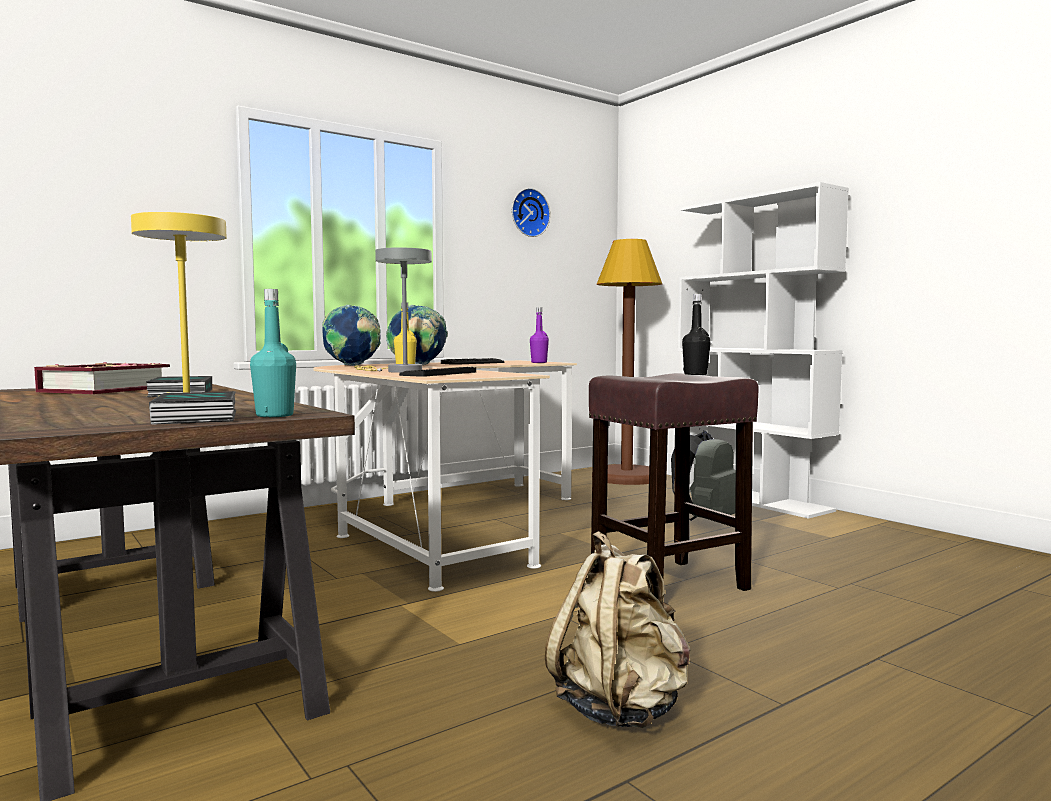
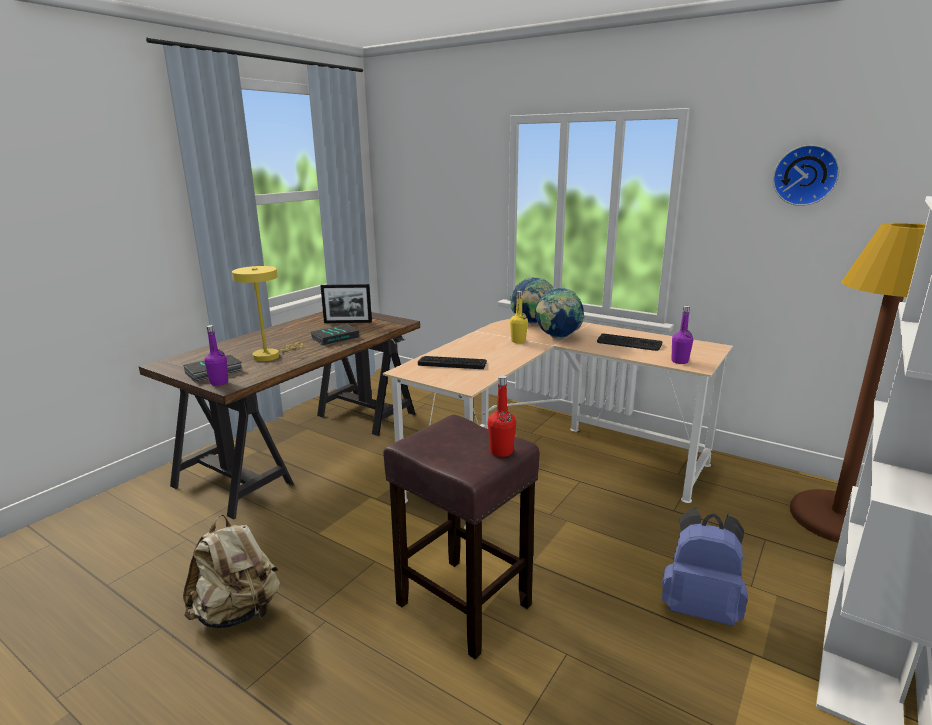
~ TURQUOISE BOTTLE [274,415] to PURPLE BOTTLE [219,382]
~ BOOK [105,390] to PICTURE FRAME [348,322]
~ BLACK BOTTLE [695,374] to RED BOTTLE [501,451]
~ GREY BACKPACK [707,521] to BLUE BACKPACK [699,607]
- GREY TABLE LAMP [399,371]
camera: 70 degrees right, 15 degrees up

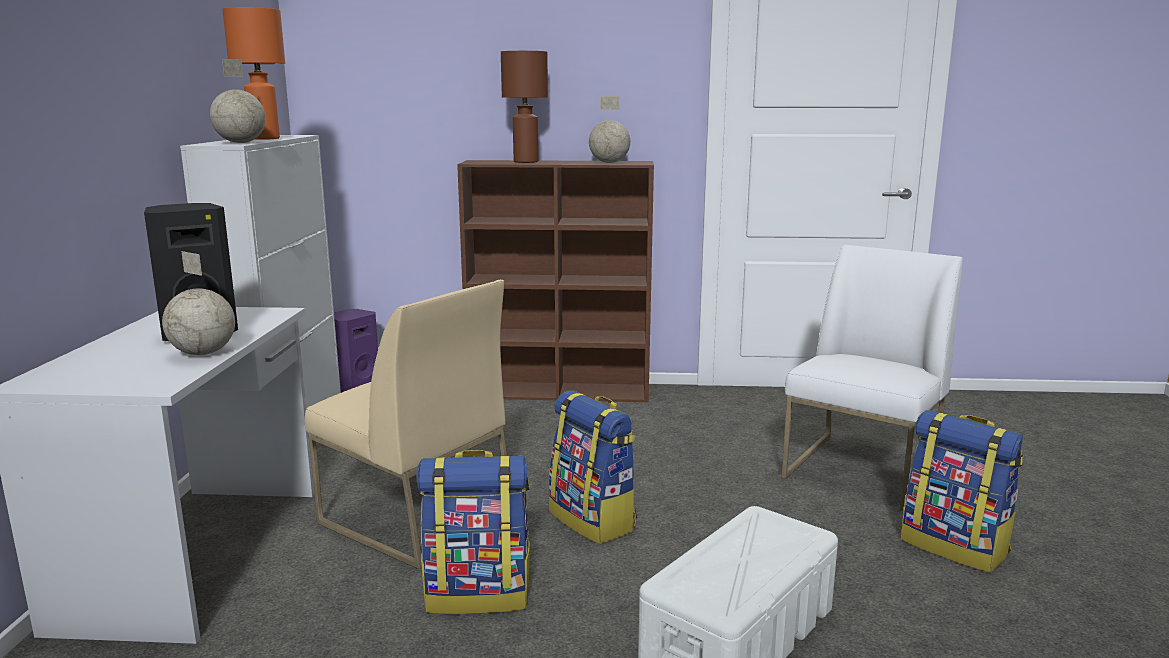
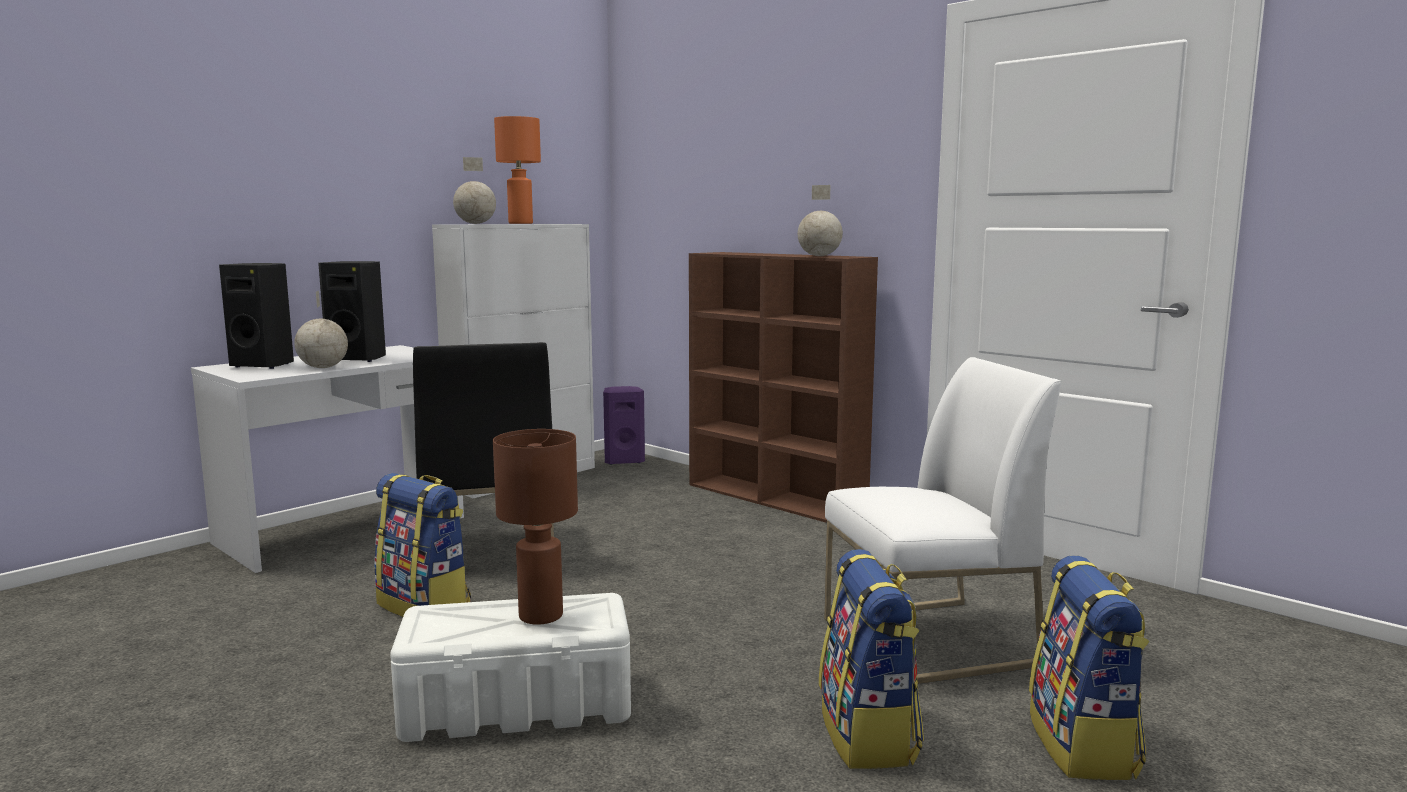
+ BLACK SPEAKER [264,365]
~ BEIGE CHAIR [414,517] to BLACK CHAIR [488,549]
~ BROWN TABLE LAMP [525,162] to [539,616]
~ BACKPACK [594,520] to [1084,746]
camera: 40 degrees right, 5 degrees down

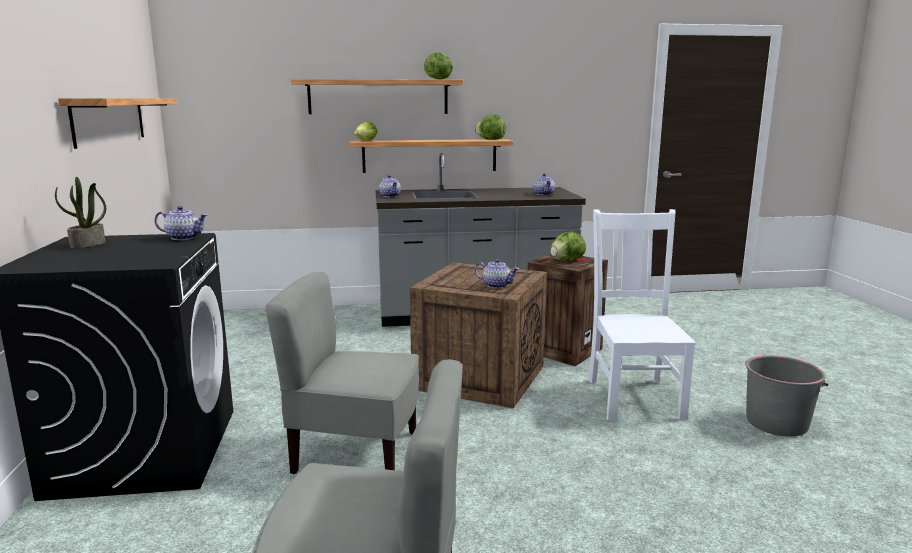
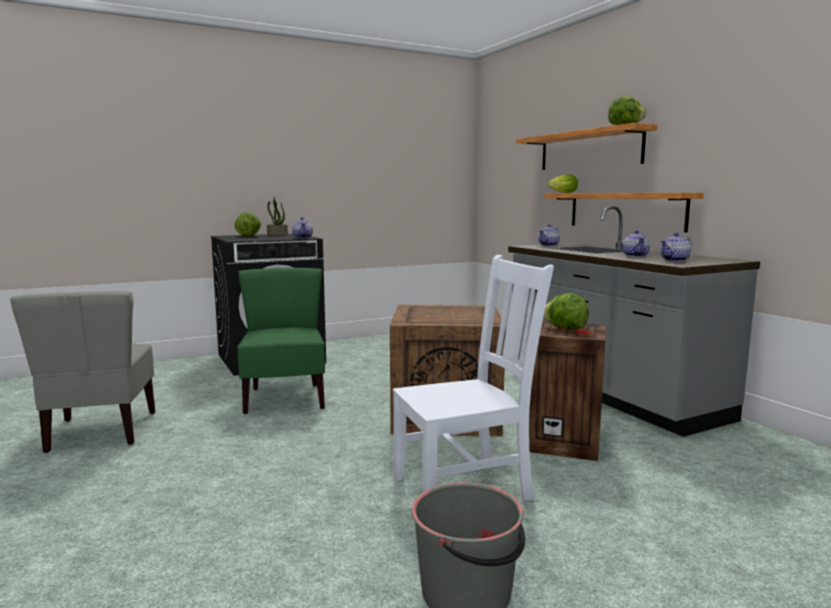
~ LETTUCE [490,139] to [248,236]
~ GREY CHAIR [355,454] to GREEN CHAIR [285,398]
~ TEAPOT [496,285] to [635,256]
- SHELF [109,120]
camera: 70 degrees right, 5 degrees down

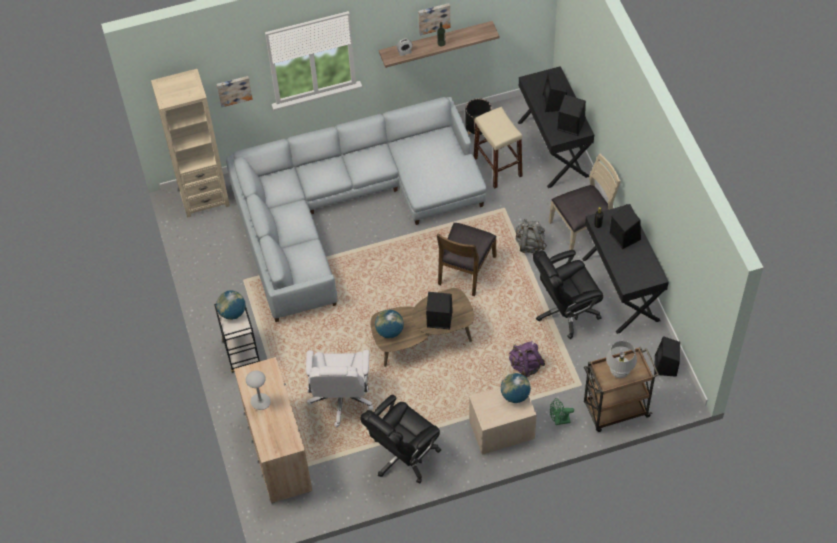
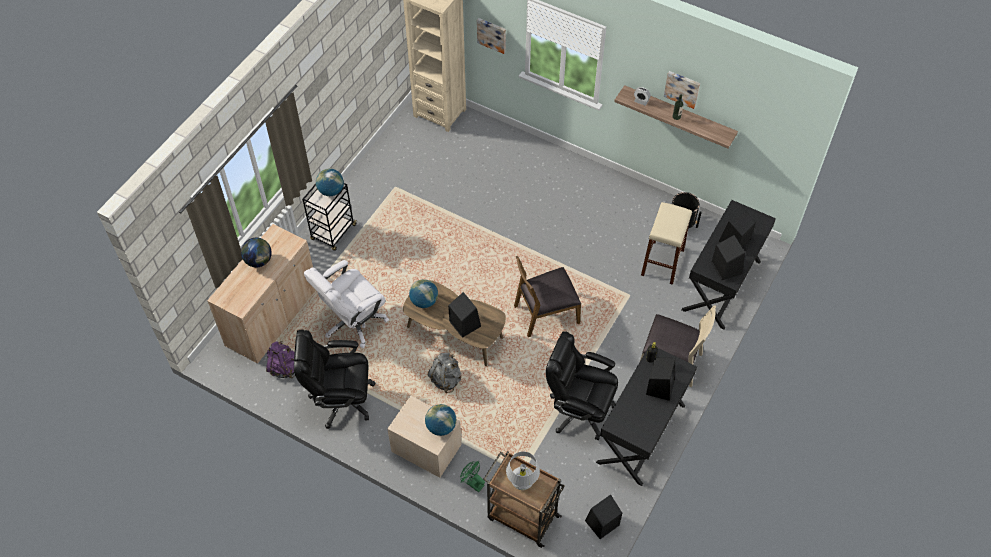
~ GREY TABLE LAMP [260,402] to GLOBE [259,261]
~ PURPLE BACKPACK [525,366] to [284,367]
~ GREY BACKPACK [529,244] to [446,379]
- GREY SOFA [348,207]
camera: 45 degrees right, 0 degrees up

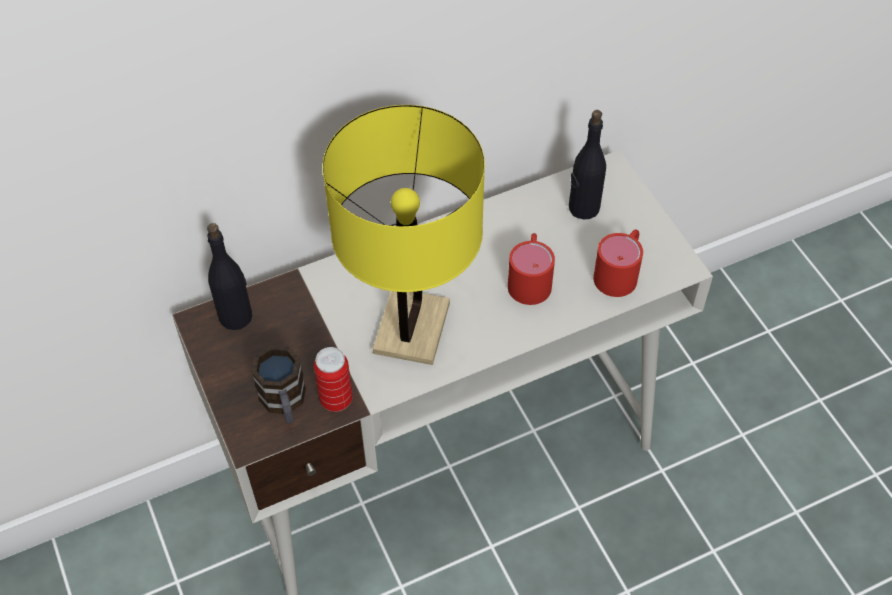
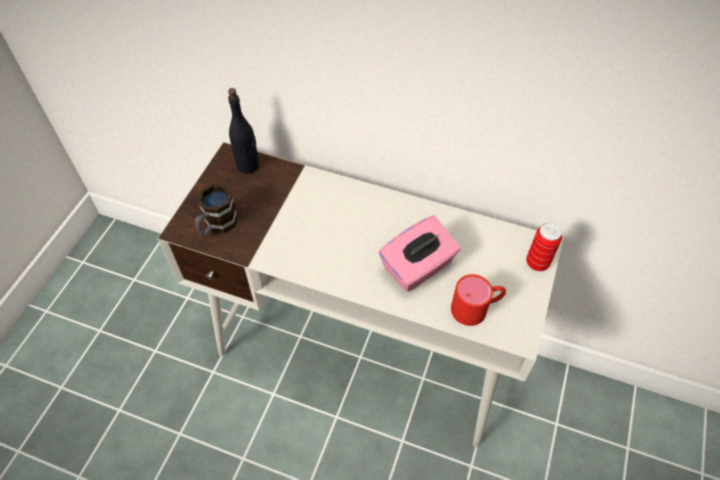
~ RED MUG [530,278] to PINK TISSUE BOX [418,267]
~ CAN [336,399] to [537,263]
- YELLOW TABLE LAMP [411,327]
- BLACK BOTTLE [583,208]
camera: 45 degrees right, 0 degrees up

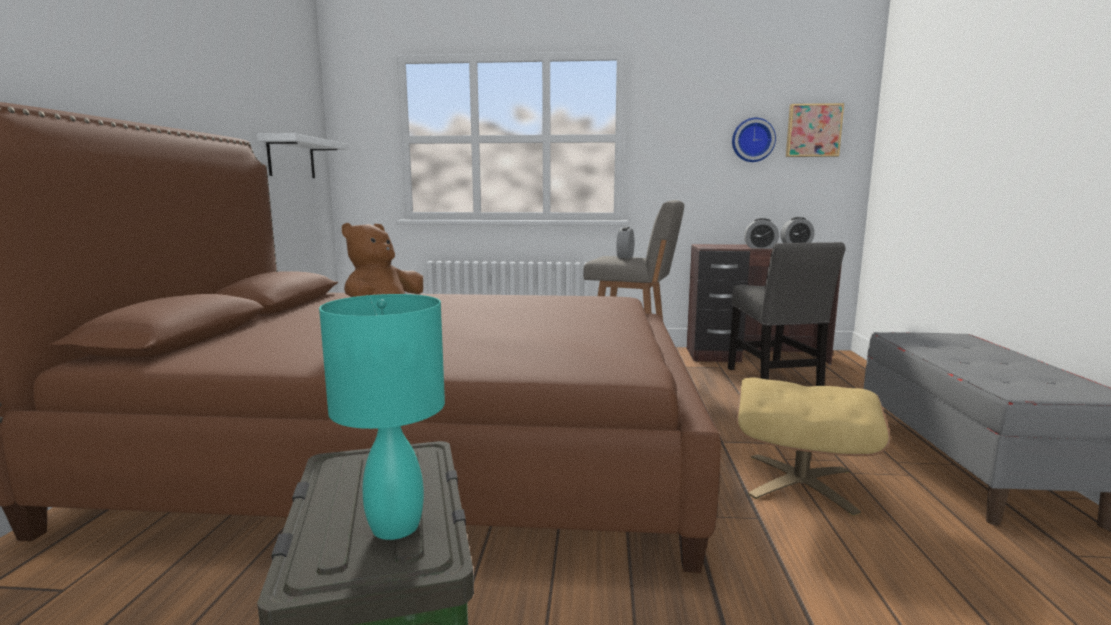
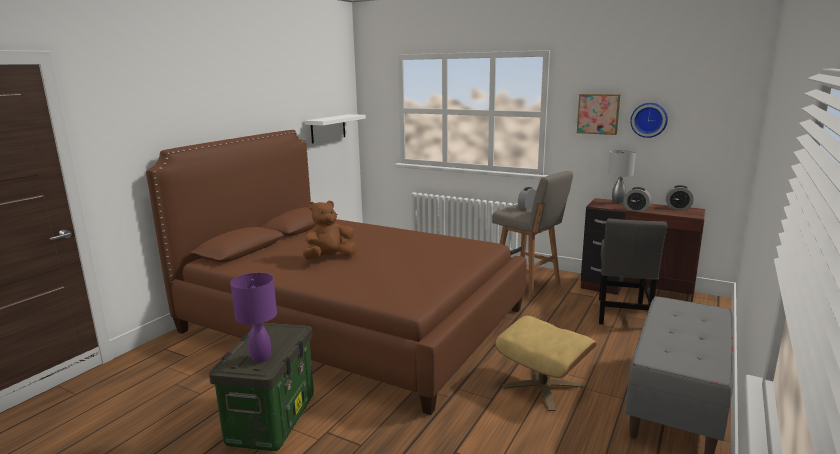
~ TURQUOISE TABLE LAMP [394,527] to PURPLE TABLE LAMP [260,358]
~ PICTURE [813,130] to [598,113]
+ GREY TABLE LAMP [617,202]
camera: 25 degrees right, 5 degrees up

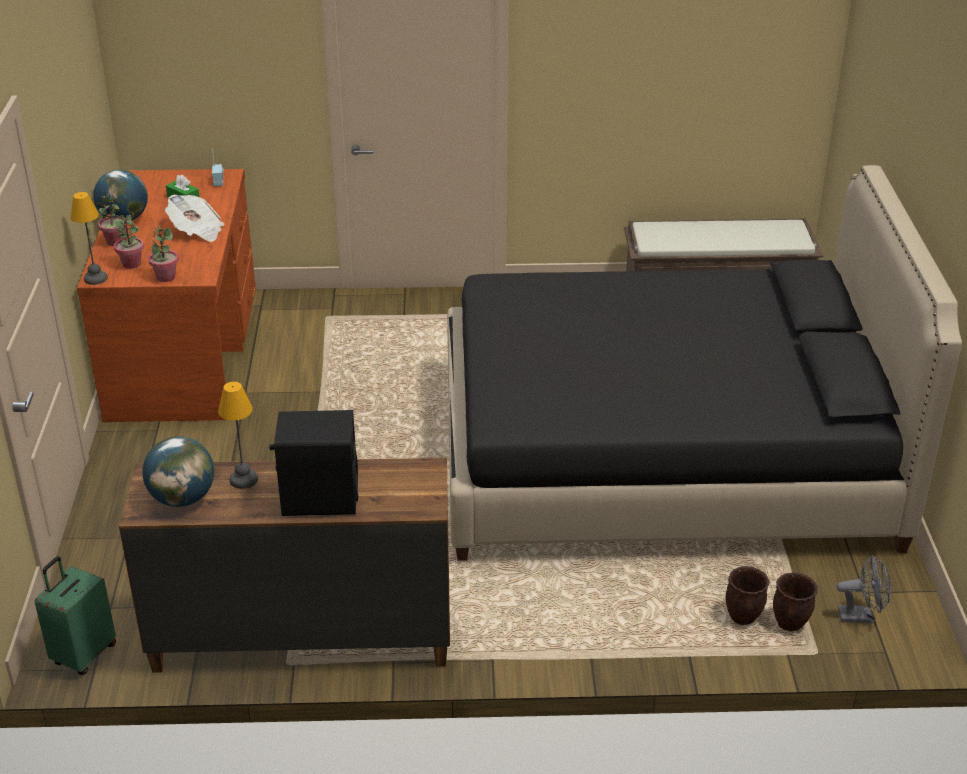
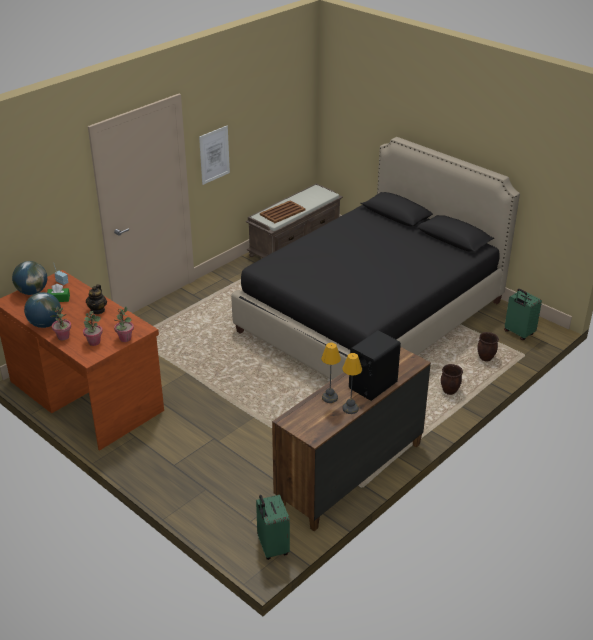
~ GLOBE [182,498] to [32,292]
~ NEWSPAPER [197,231] to TEAPOT [98,310]
+ PICTURE [214,155]
+ BROWN TRAY [282,212]
~ TABLE LAMP [96,278] to [350,408]
~ BROWN PLANTER [790,624] to [450,391]
~ GREY FAN [861,616] to GREEN SUITCASE [518,333]
camera: 45 degrees left, 0 degrees up

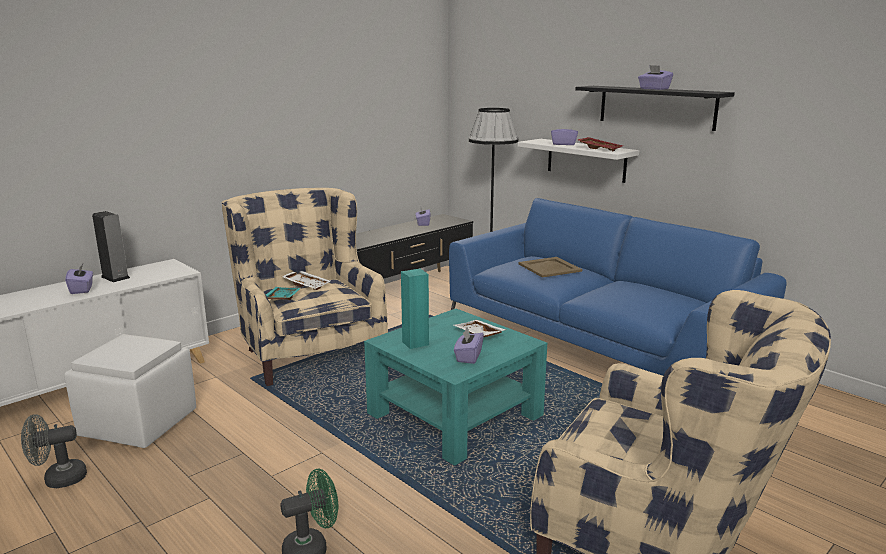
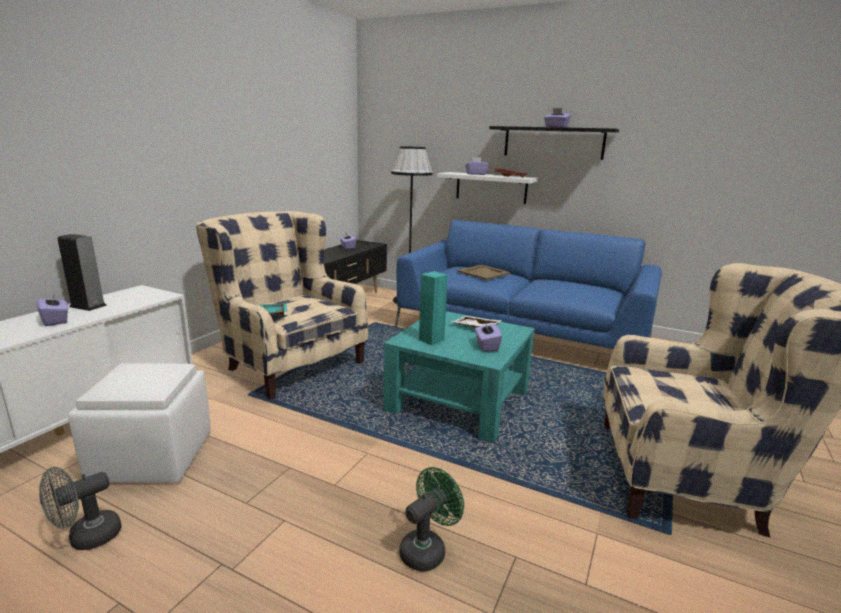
- WHITE TRAY [307,284]
camera: 20 degrees left, 0 degrees up

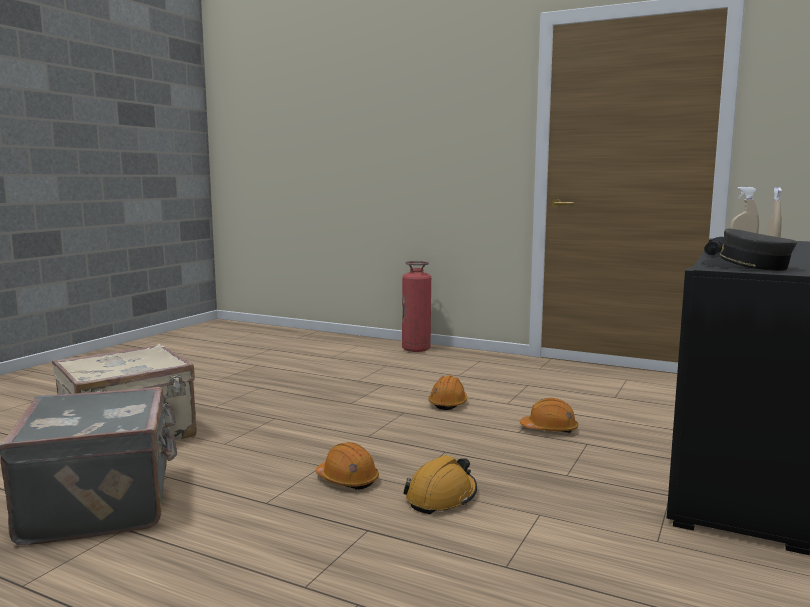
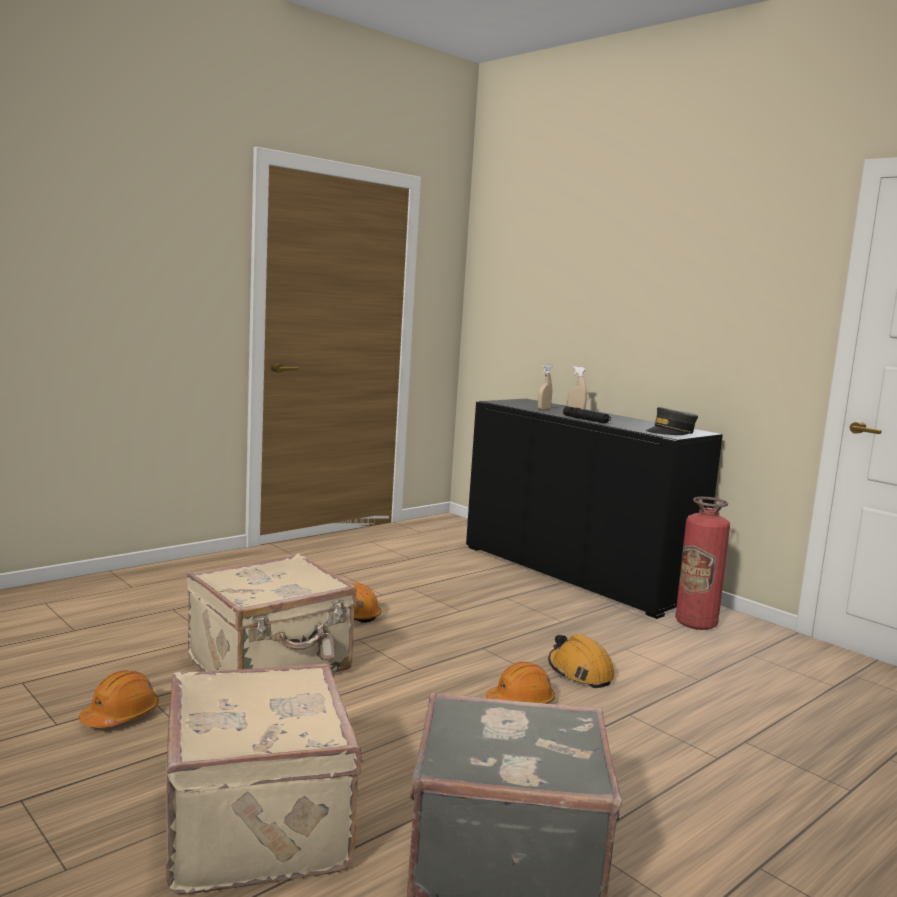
~ ORANGE HARD HAT [549,429] to [120,715]
+ BEIGE SUITCASE [271,666]
~ FIRE EXTINGUISHER [416,349] to [696,623]
camera: 70 degrees left, 0 degrees up

